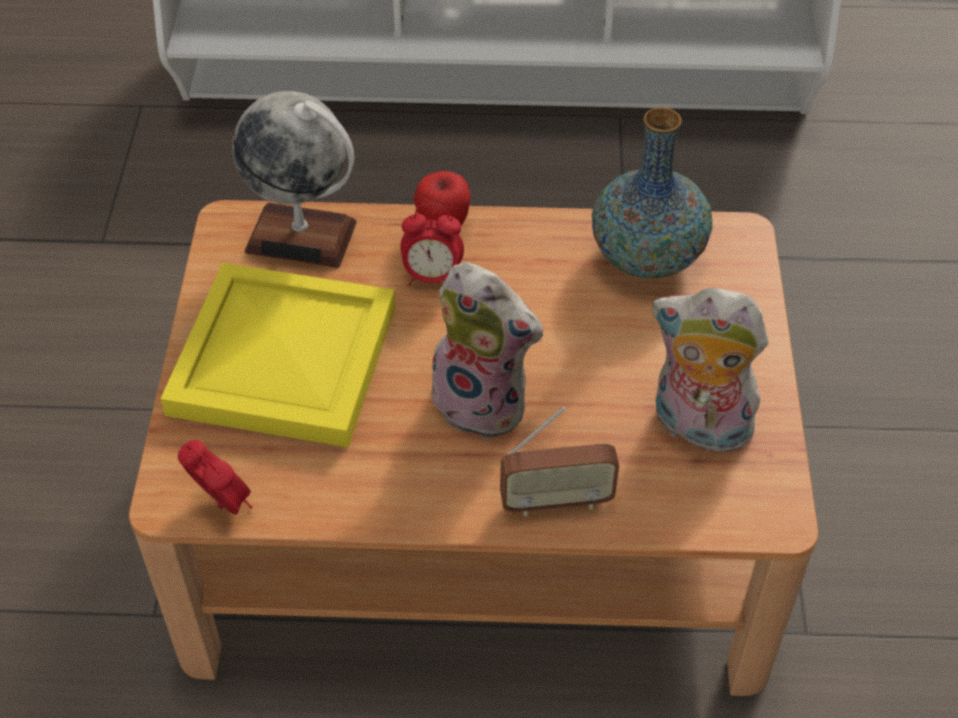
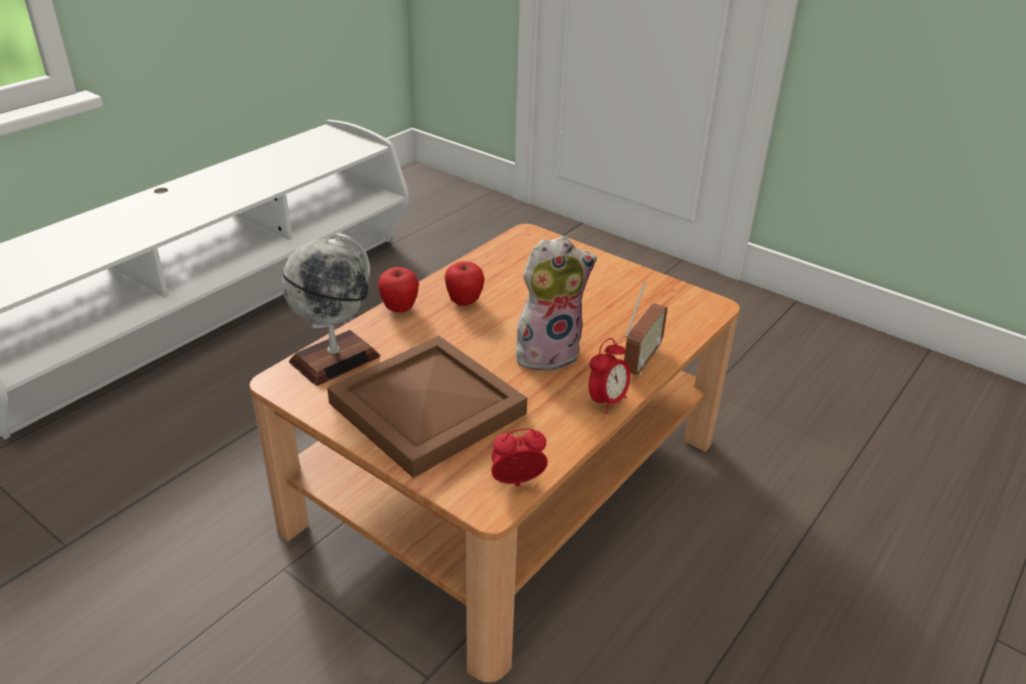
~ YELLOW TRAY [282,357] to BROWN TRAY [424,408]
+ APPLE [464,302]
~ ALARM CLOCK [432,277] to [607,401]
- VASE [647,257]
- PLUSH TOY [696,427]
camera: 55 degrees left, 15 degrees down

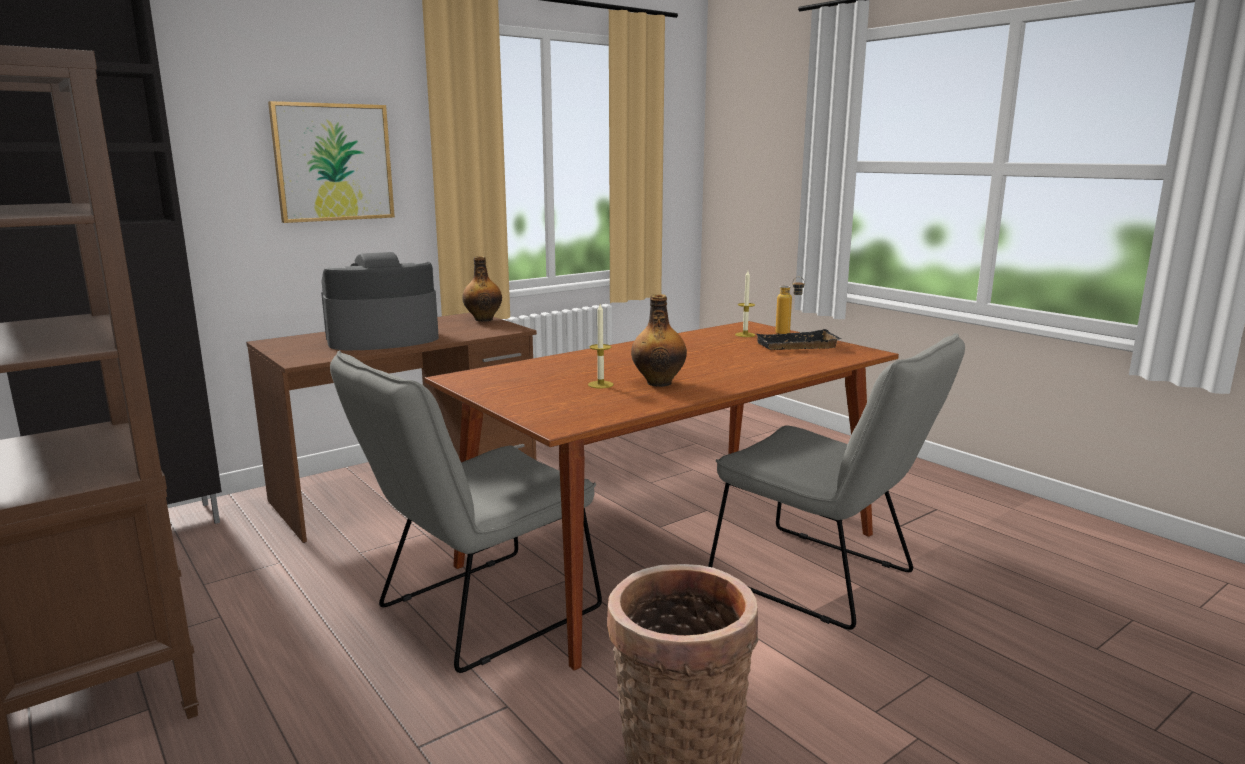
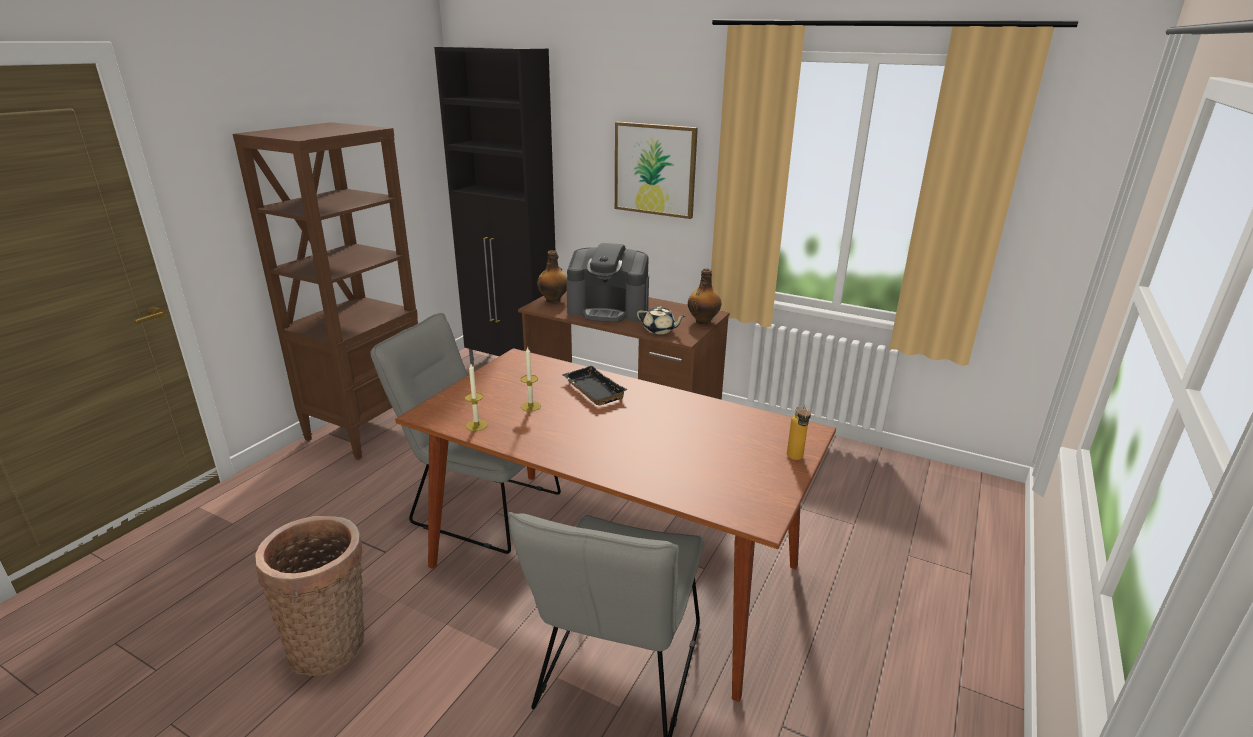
~ CANDLE [745,335] to [476,425]
~ BOTTLE [659,382] to [553,300]
~ BLACK TRAY [796,347] to [591,390]
~ COFFEE MACHINE [382,339] = [609,310] 150 degrees clockwise
+ BEIGE TEAPOT [659,330]
camera: 65 degrees right, 10 degrees up

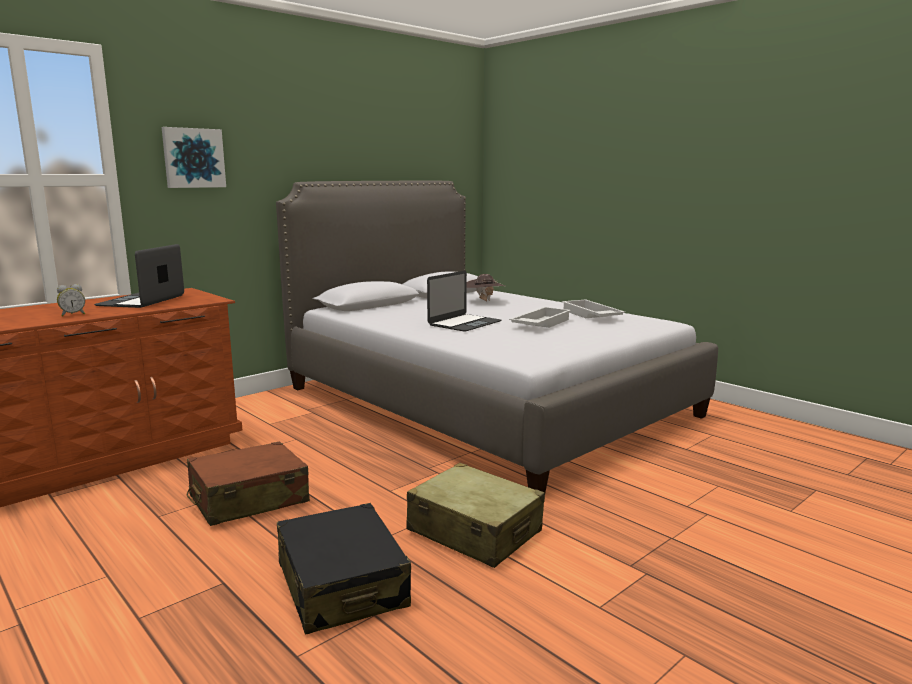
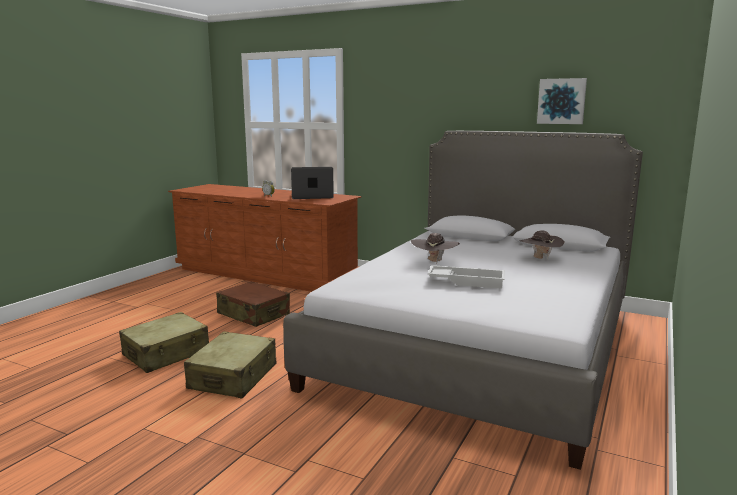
~ BLACK SUITCASE [342,585] to BEIGE SUITCASE [166,353]
~ LAPTOP [464,323] to BROWN HAT [434,261]
~ PICTURE [193,158] to [561,101]
- WHITE TRAY [590,315]
camera: 70 degrees right, 0 degrees up

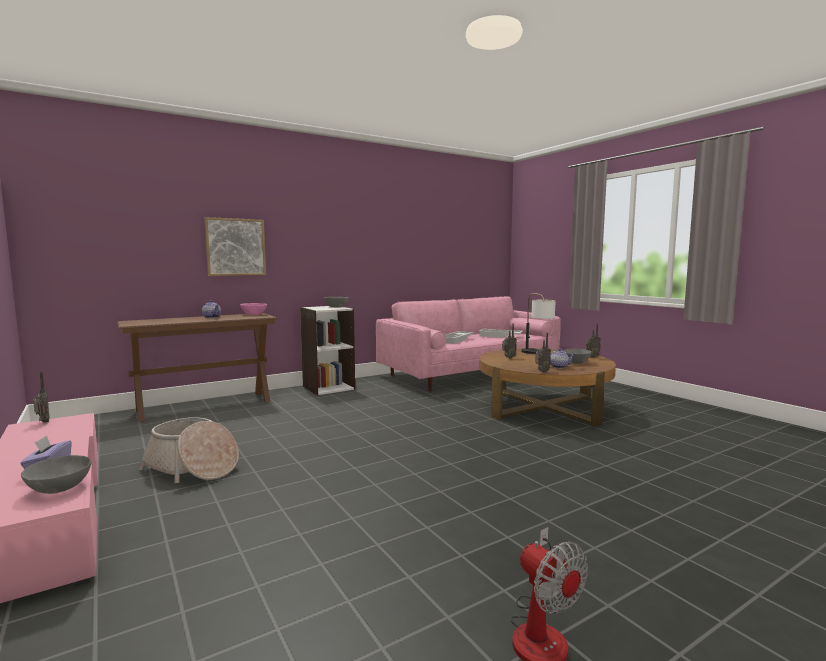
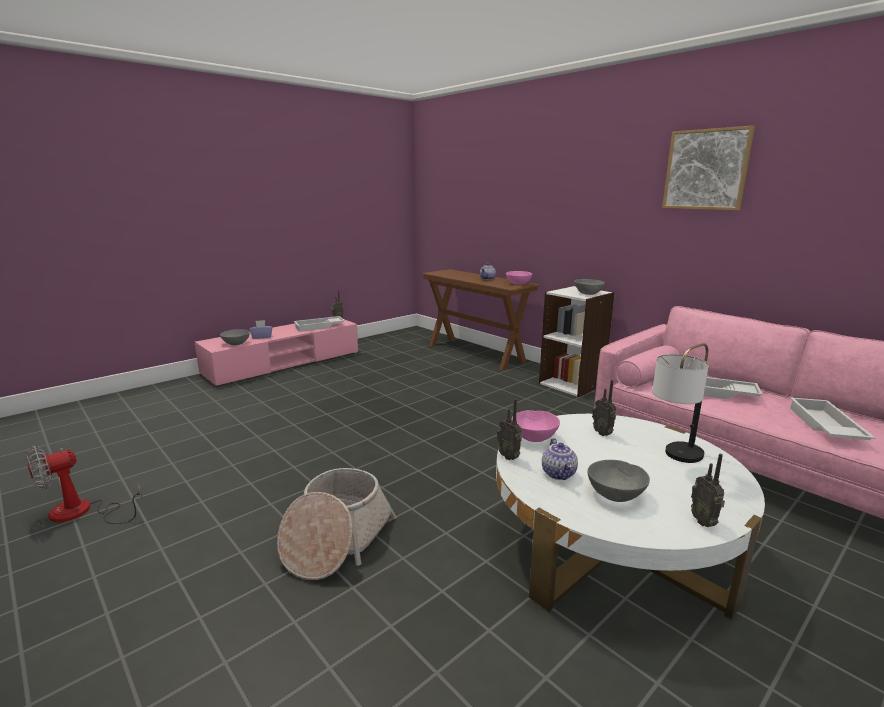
~ BASKET [192,468] to [336,540]
+ WHITE TRAY [319,327]
~ BROWN COFFEE TABLE [543,407] to WHITE COFFEE TABLE [610,544]
+ PINK BOWL [534,437]
~ PICTURE [235,247] to [706,169]
camera: 80 degrees right, 10 degrees up

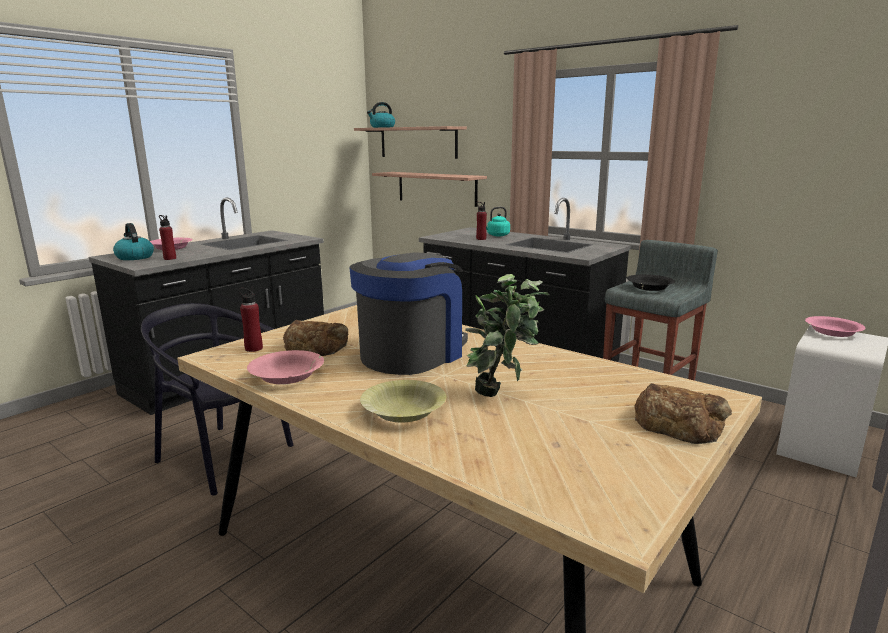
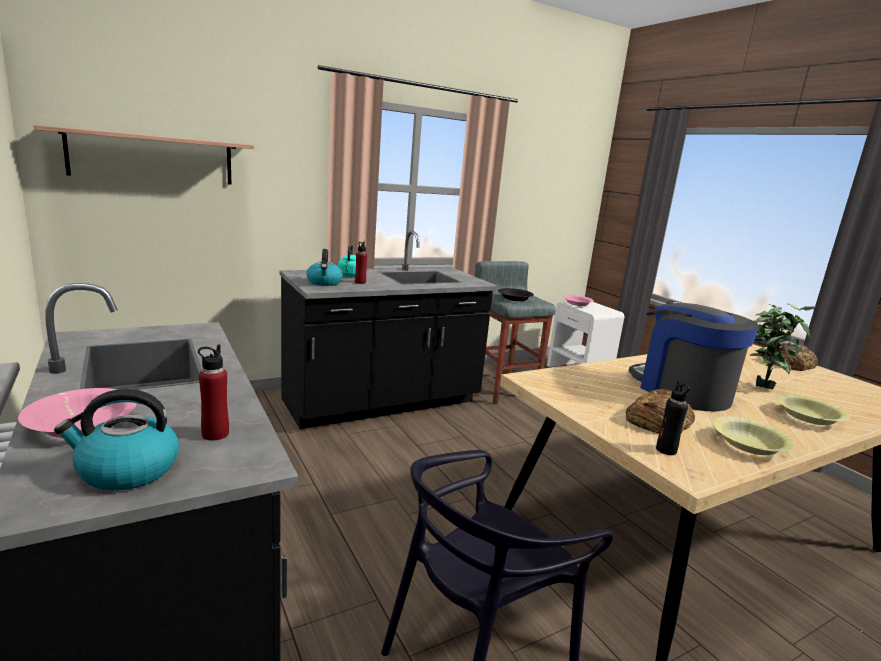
~ KETTLE [382,127] to [324,283]
~ RED BOTTLE [253,348] to BLACK BOTTLE [666,450]
~ PINK BOWL [287,376] to YELLOW BOWL [749,445]
- SHELF [436,188]
camera: 70 degrees left, 0 degrees up

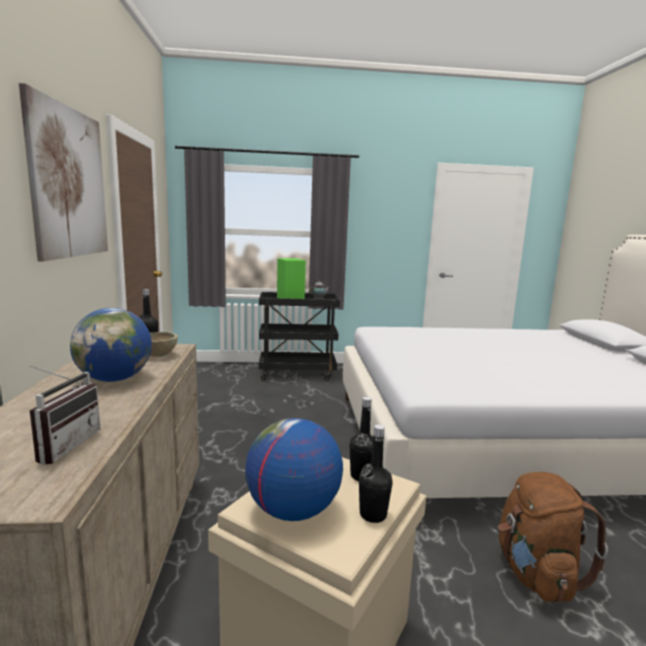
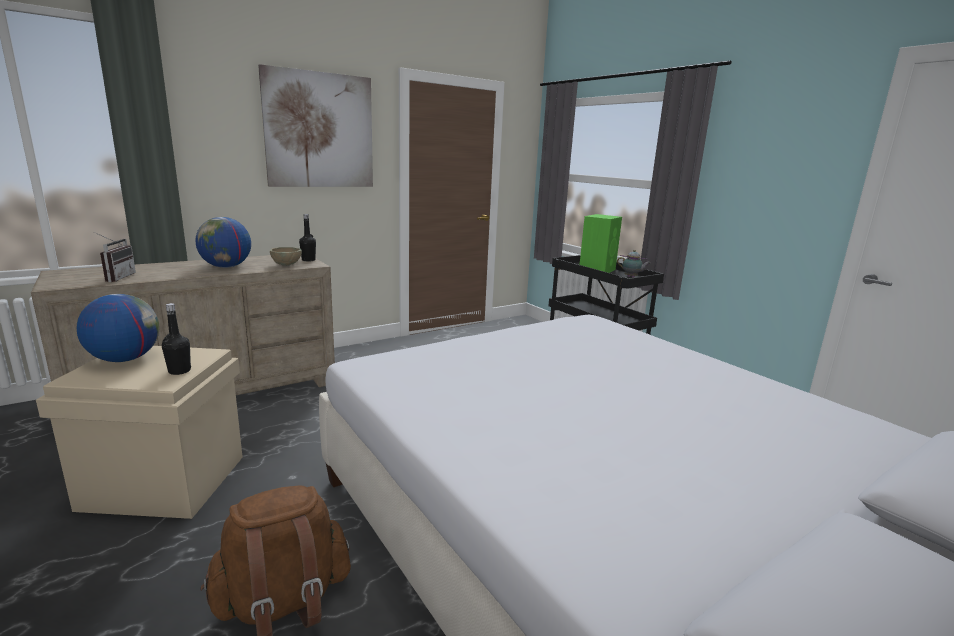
~ RADIO [63,445] = [116,278] 75 degrees counterclockwise
- BLACK BOTTLE [373,514]
camera: 60 degrees right, 5 degrees up

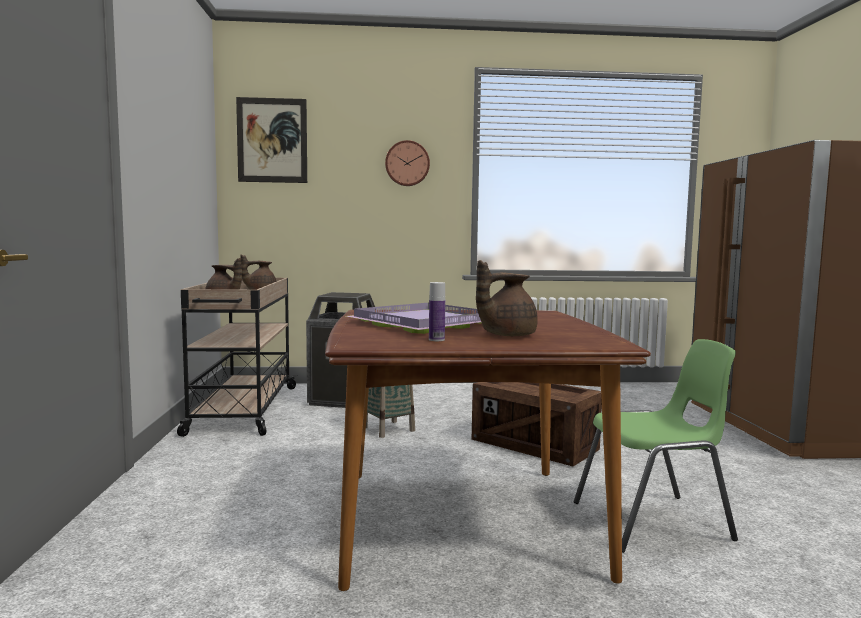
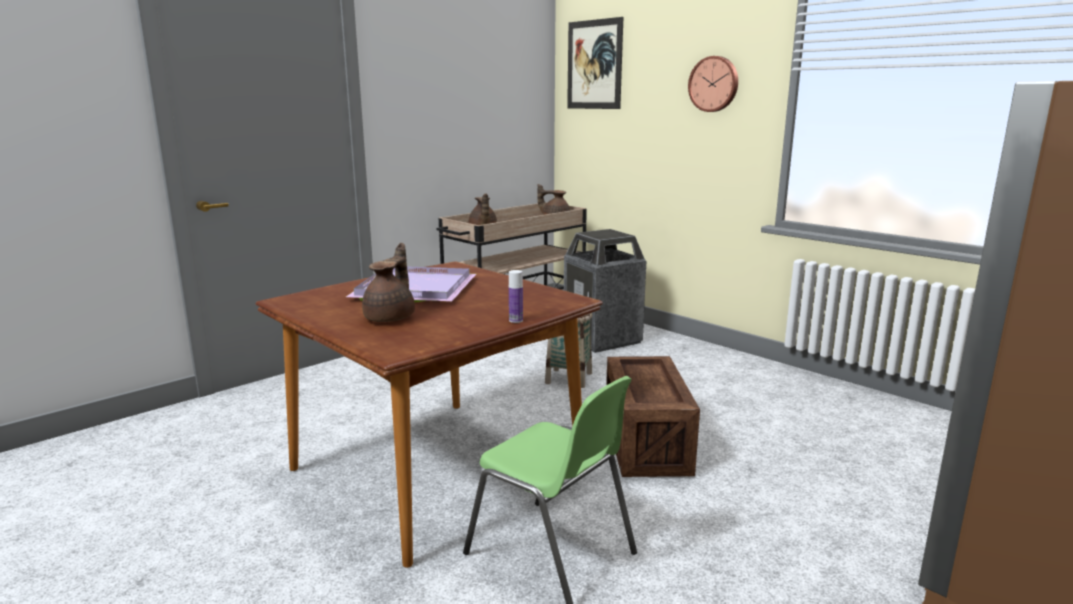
~ BROWN TEAPOT [505,335] = [391,317] 90 degrees clockwise
~ BOTTLE [436,340] to [516,320]
camera: 50 degrees right, 10 degrees up

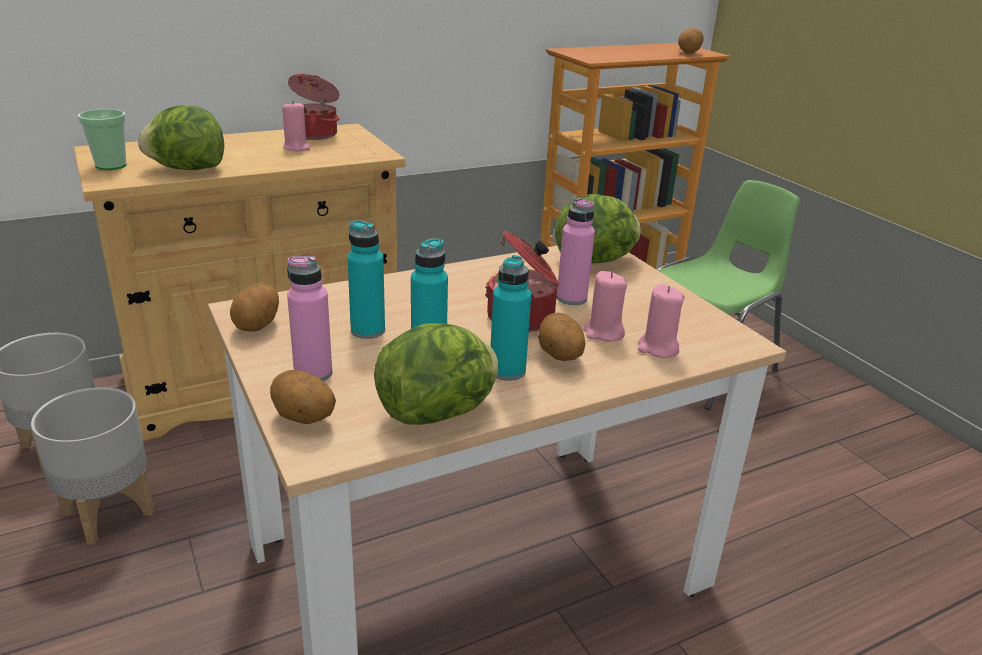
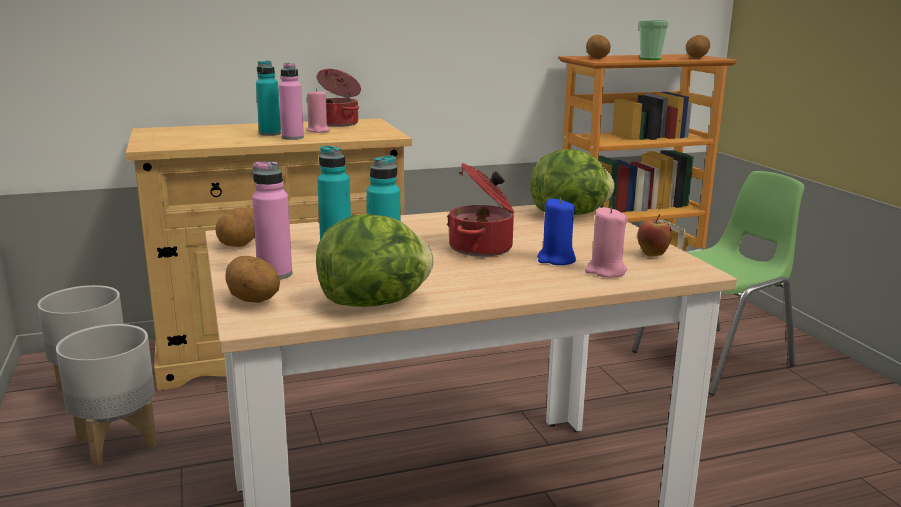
~ TURQUOISE BOTTLE [507,371] to [270,134]
~ PINK BOTTLE [571,298] to [292,138]
~ PINK CANDLE [603,333] to BLUE CANDLE [556,260]
~ POTATO [559,357] to [597,58]
+ APPLE [652,255]
~ CUP [111,166] to [650,59]
- LETTUCE [187,169]
camera: 10 degrees right, 10 degrees down

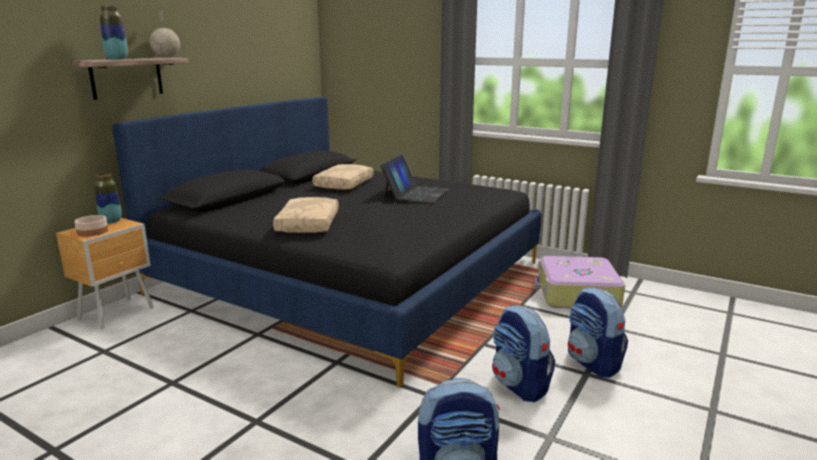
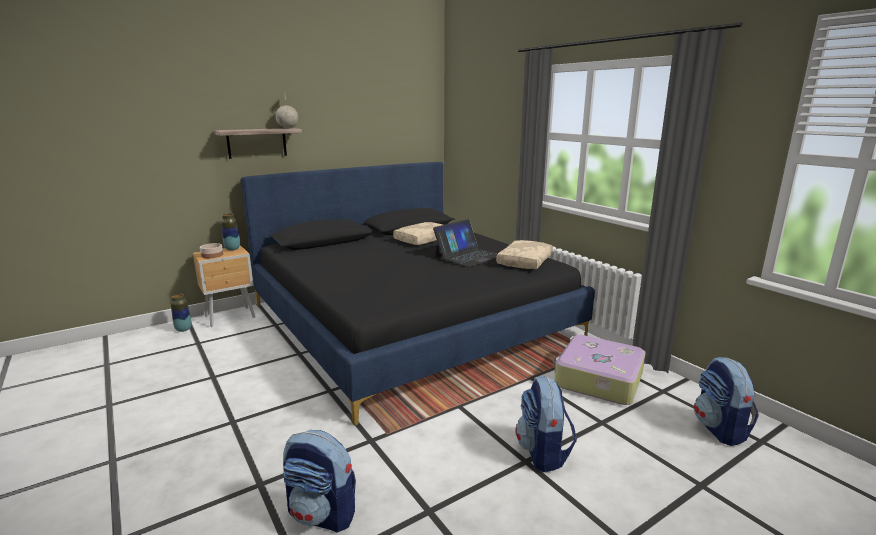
~ VASE [117,59] to [183,329]
~ BEIGE PILLOW [309,224] to [525,262]
~ BACKPACK [520,385] to [719,429]
camera: 25 degrees right, 0 degrees up

